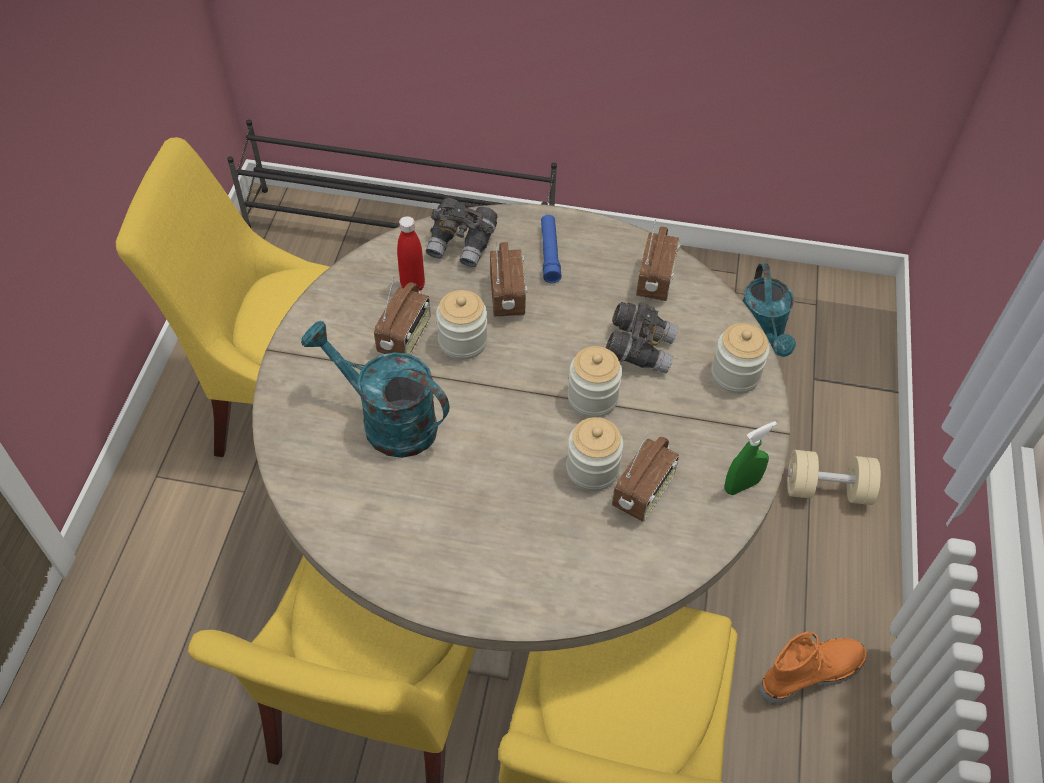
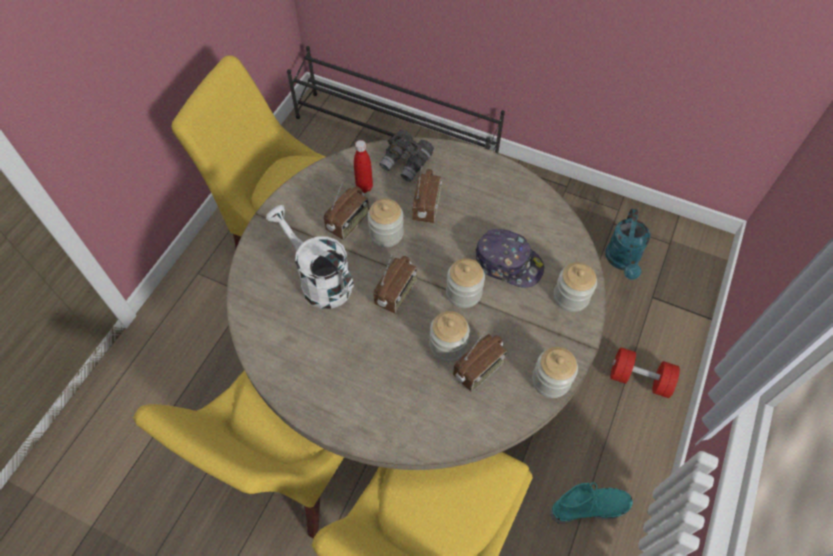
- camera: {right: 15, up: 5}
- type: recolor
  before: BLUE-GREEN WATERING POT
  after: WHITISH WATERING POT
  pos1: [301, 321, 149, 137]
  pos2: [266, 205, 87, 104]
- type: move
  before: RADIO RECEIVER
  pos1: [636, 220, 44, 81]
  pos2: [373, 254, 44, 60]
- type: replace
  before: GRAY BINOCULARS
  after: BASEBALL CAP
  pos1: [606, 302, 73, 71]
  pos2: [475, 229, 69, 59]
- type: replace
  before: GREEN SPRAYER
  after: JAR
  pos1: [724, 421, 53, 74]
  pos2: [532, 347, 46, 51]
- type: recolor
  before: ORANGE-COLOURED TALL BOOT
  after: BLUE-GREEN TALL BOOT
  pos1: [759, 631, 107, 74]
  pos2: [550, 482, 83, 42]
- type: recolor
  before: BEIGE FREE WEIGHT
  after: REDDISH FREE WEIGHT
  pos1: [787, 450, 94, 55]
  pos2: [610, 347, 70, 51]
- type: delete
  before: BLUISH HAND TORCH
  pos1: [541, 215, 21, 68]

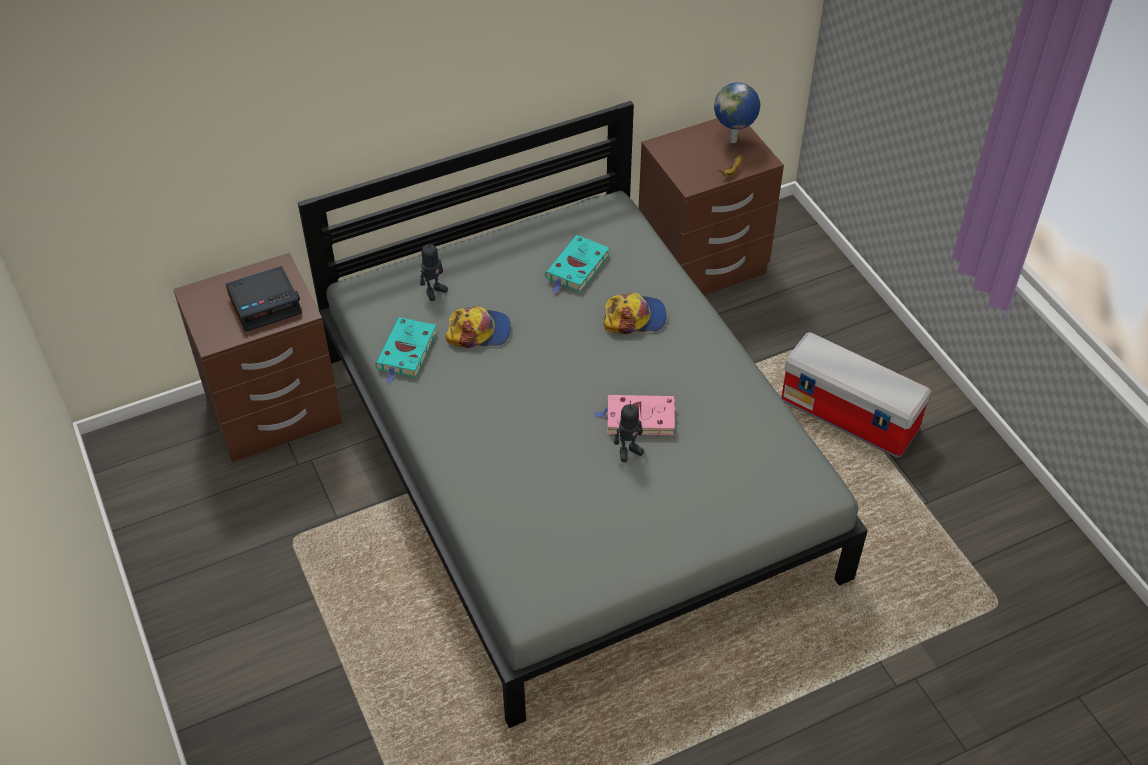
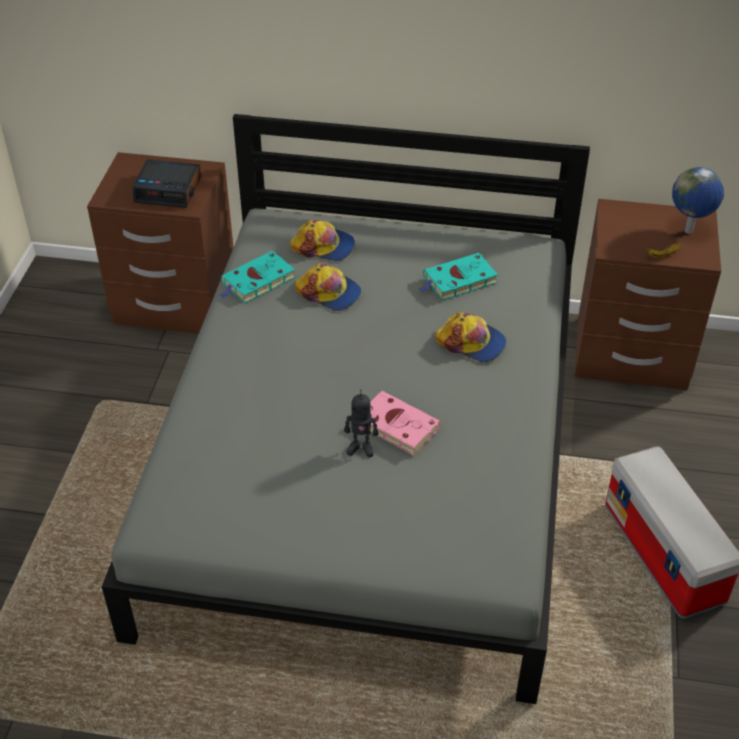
- camera: {right: 35, up: -5}
- type: replace
  before: ROBOT FIGURE
  after: BASEBALL CAP
  pos1: [420, 240, 28, 61]
  pos2: [290, 220, 65, 41]

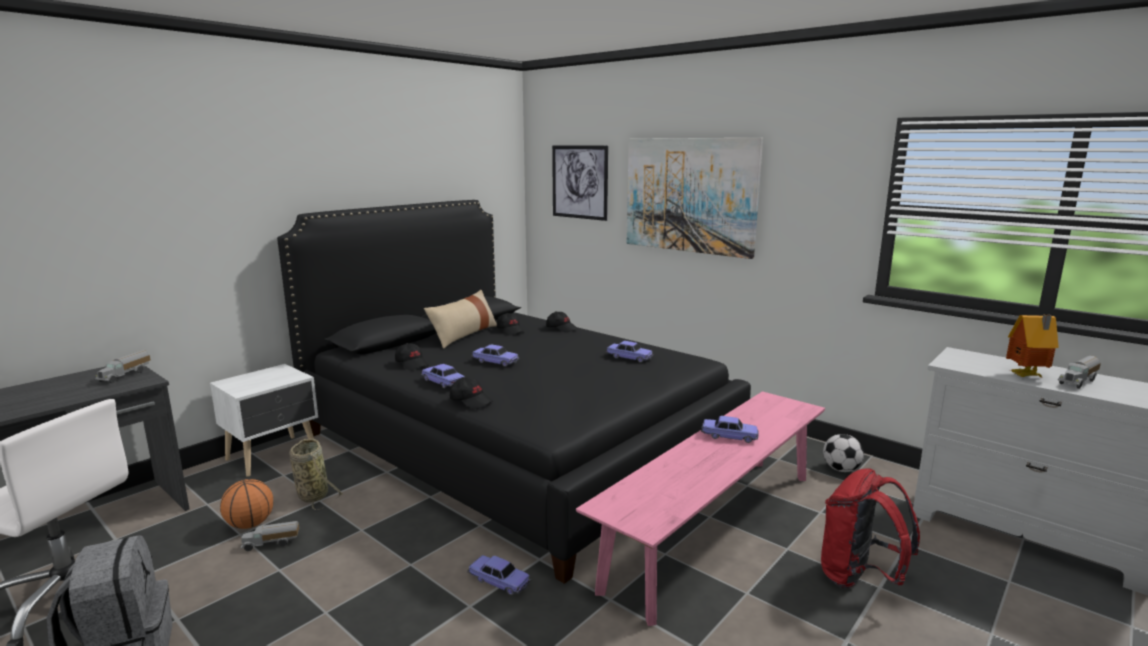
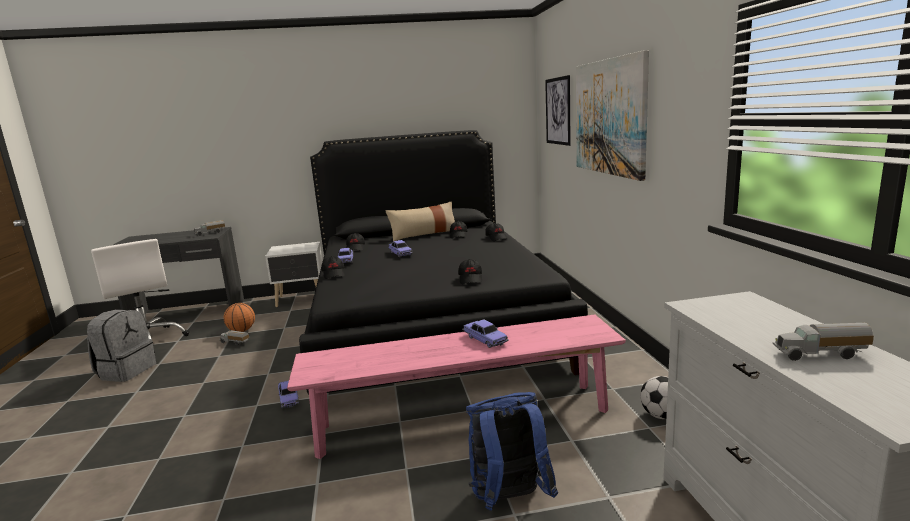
- camera: {right: 40, up: 0}
- type: insert
  after: BLACK BASEBALL CAP
  pos2: [458, 259, 24, 25]
- type: recolor
  before: REDDISH KNAPSACK
  after: BLUISH KNAPSACK
  pos1: [821, 468, 99, 120]
  pos2: [466, 392, 92, 119]
- type: delete
  before: HOUSEHOLD BASKET
  pos1: [289, 439, 54, 71]
- type: delete
  before: TOY CAR
  pos1: [605, 341, 48, 22]
- type: delete
  before: MINIATURE HOUSE
  pos1: [1006, 314, 53, 63]

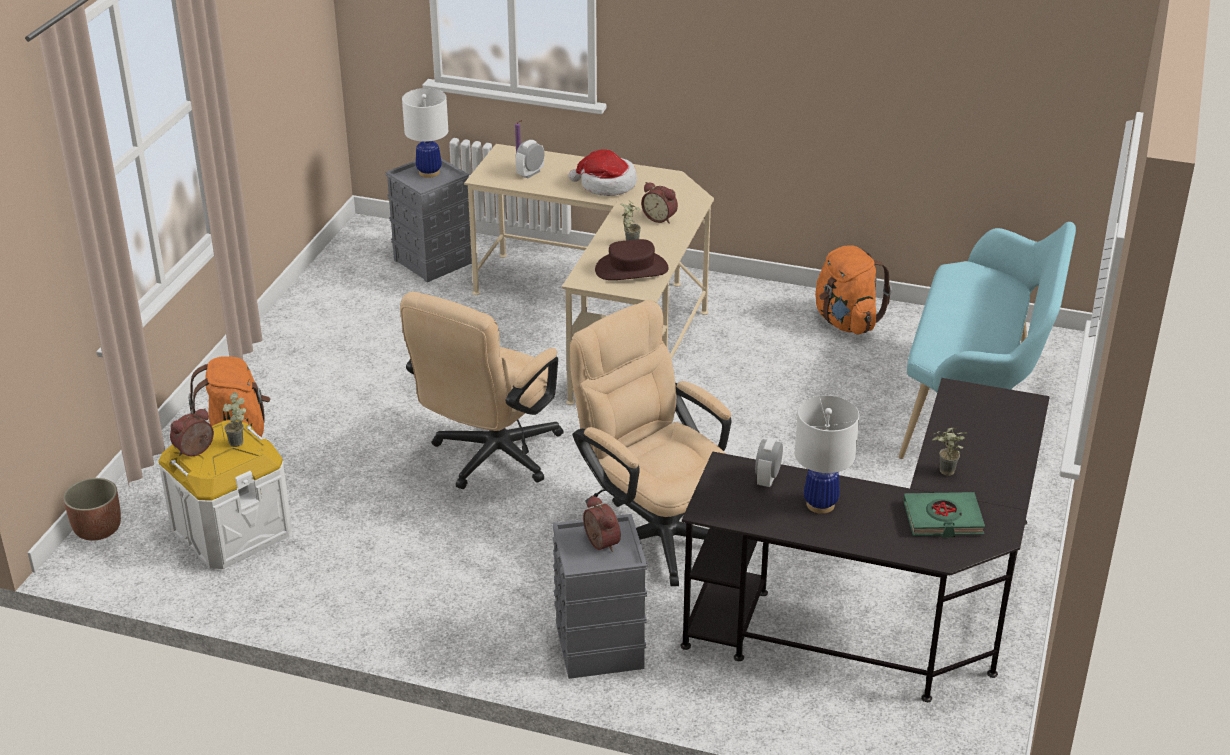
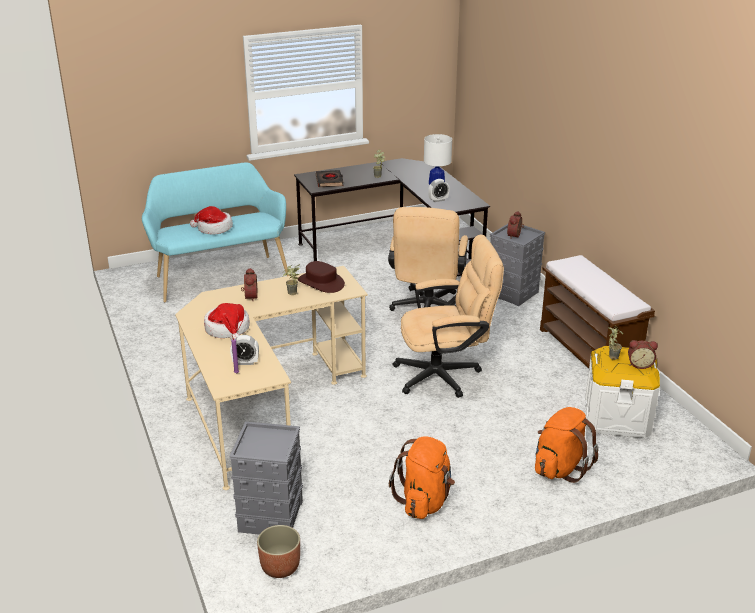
- camera: {right: -130, up: -5}
- type: insert
  after: HAT
  pos2: [190, 206, 43, 28]
- type: move
  before: PLANTER
  pos1: [63, 478, 58, 63]
  pos2: [257, 525, 43, 53]
- type: insert
  after: BLACK BOUND BOOK
  pos2: [316, 170, 27, 17]
- type: move
  before: ORANGE-COLOURED KNAPSACK
  pos1: [815, 245, 77, 90]
  pos2: [389, 436, 66, 83]
- type: insert
  after: BROWN-COLOURED LONG SEAT
  pos2: [540, 255, 115, 113]
- type: delete
  before: WHITISH LAMP FOR A TABLE
  pos1: [402, 88, 46, 90]
- type: delete
  before: GREEN BOUND BOOK
  pos1: [903, 492, 82, 45]

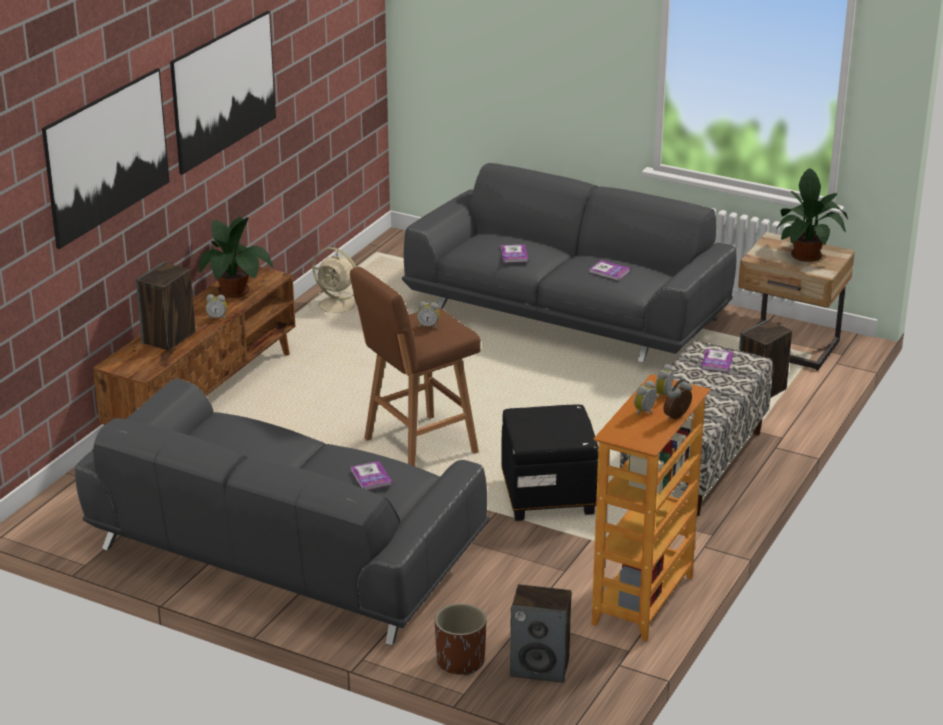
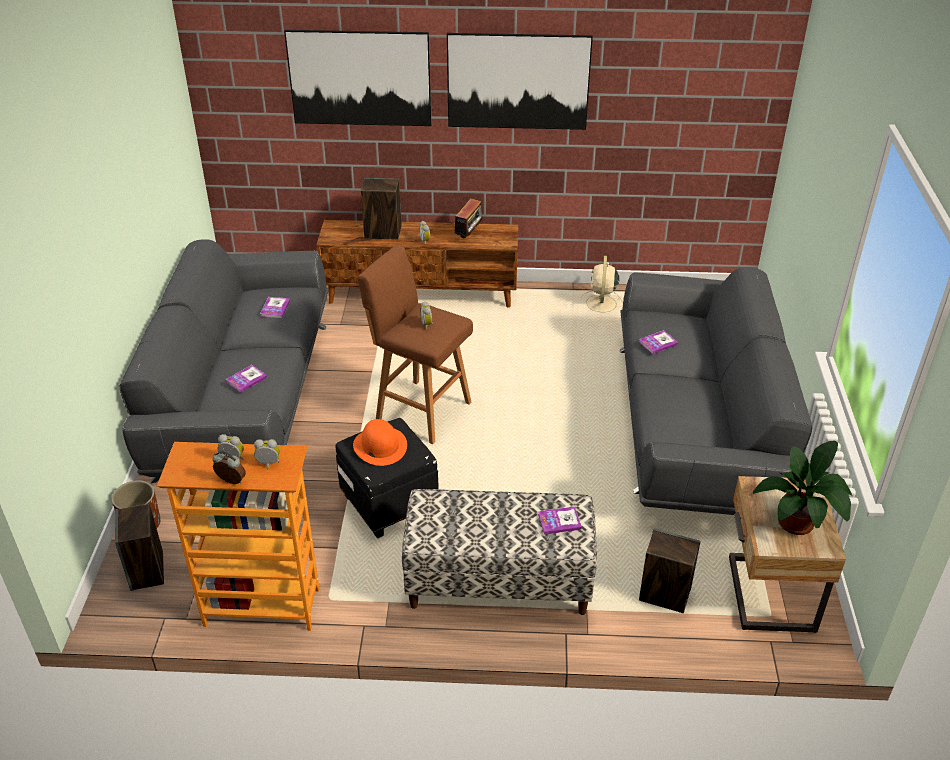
- camera: {right: 65, up: 10}
- type: move
  before: BOUND BOOK
  pos1: [589, 260, 41, 20]
  pos2: [260, 297, 30, 21]
- type: insert
  after: ORANGE-COLOURED HAT
  pos2: [353, 419, 54, 47]
- type: replace
  before: HOUSEPLANT
  after: RADIO RECEIVER
  pos1: [199, 217, 74, 81]
  pos2: [455, 198, 28, 40]

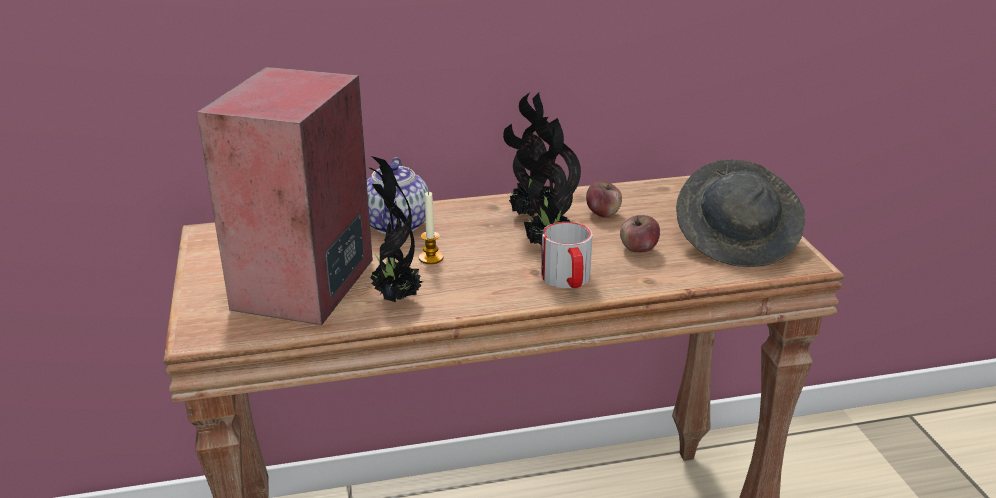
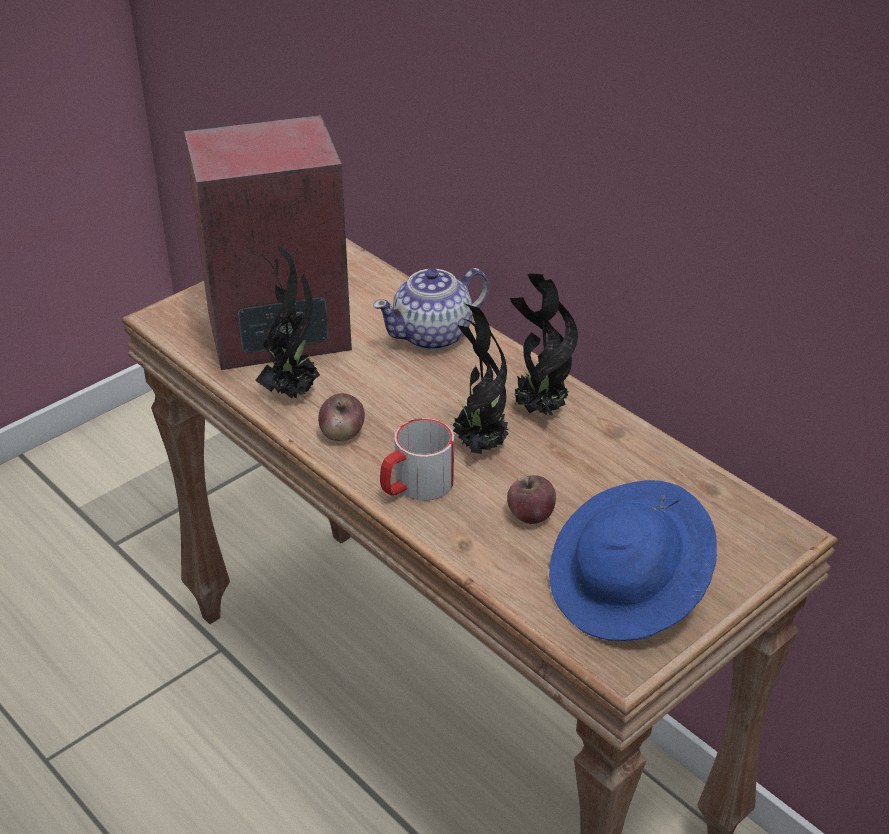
- camera: {right: 60, up: 10}
- type: move
  before: APPLE
  pos1: [586, 181, 36, 37]
  pos2: [318, 393, 47, 48]
- type: recolor
  before: GRAY HAT
  after: BLUISH HAT
  pos1: [676, 159, 129, 108]
  pos2: [549, 480, 168, 161]
- type: delete
  before: WAX LIGHT
  pos1: [419, 191, 25, 73]

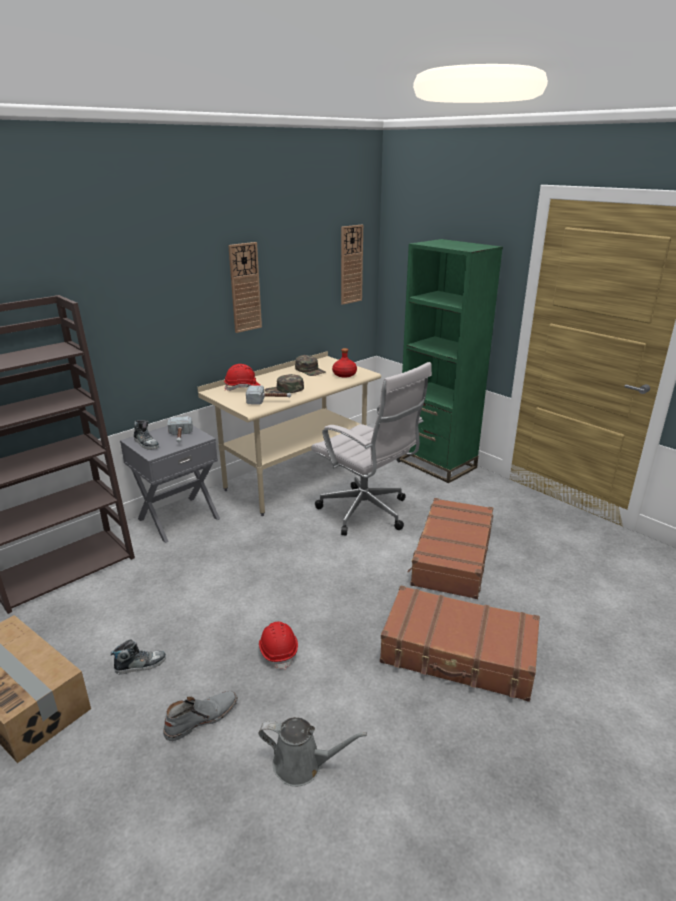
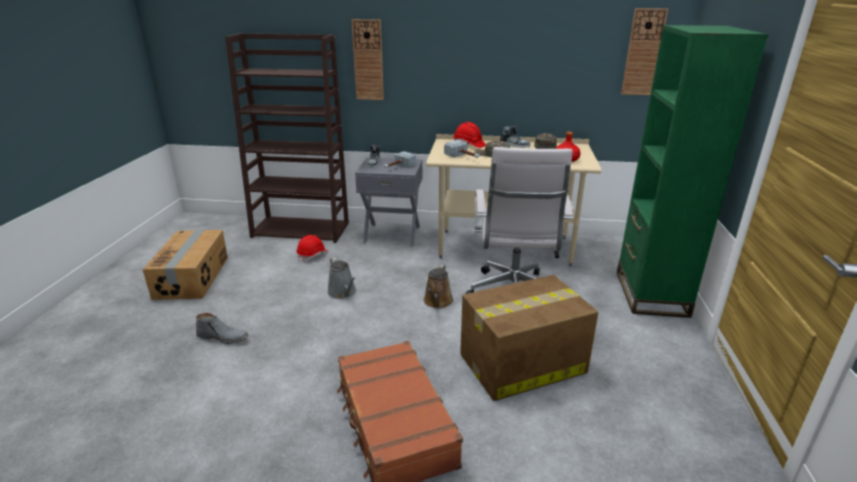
- camera: {right: 50, up: 0}
- type: move
  before: REDDISH WORK HELMET
  pos1: [259, 622, 39, 48]
  pos2: [296, 235, 32, 27]
- type: move
  before: GRAY WATERING POT
  pos1: [259, 717, 108, 70]
  pos2: [327, 257, 29, 42]
- type: move
  before: WALL CLOCK
  pos1: [228, 242, 34, 91]
  pos2: [352, 19, 32, 81]
- type: insert
  after: BROWN-COLOURED WATERING POT
  pos2: [423, 264, 30, 44]
- type: replace
  before: BROWN-COLOURED SUITCASE
  after: CARTON
  pos1: [408, 498, 85, 101]
  pos2: [460, 275, 138, 126]
- type: move
  before: SHOE
  pos1: [111, 639, 55, 36]
  pos2: [500, 126, 30, 22]

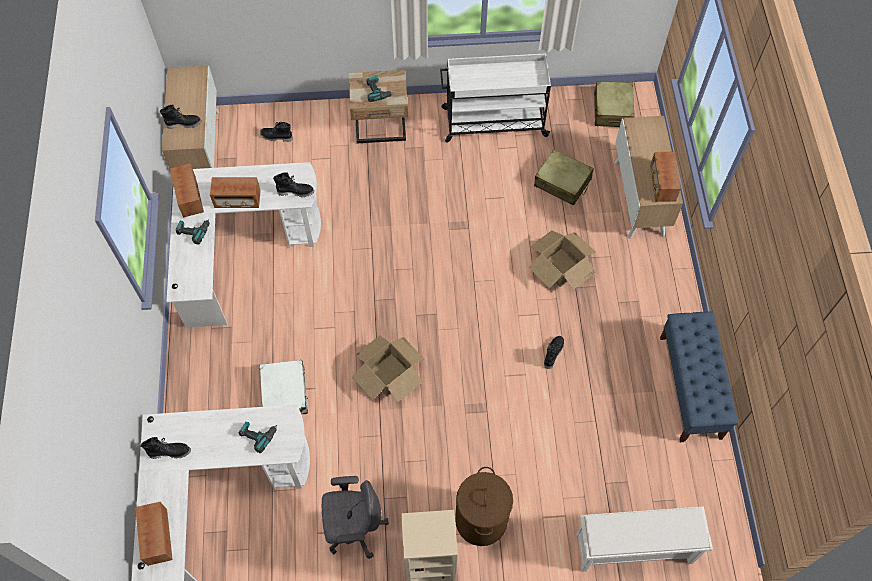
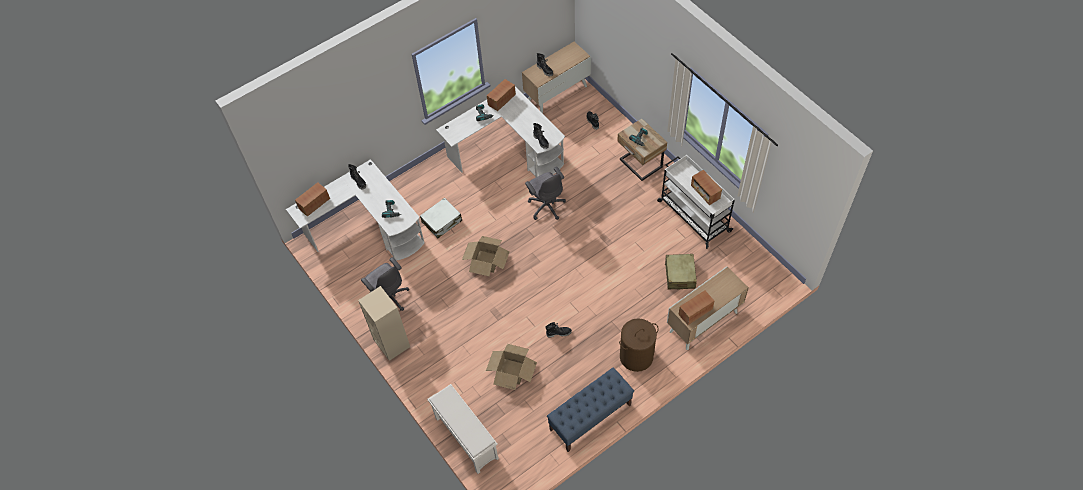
- camera: {right: 60, up: -5}
- type: move
  before: CARTON
  pos1: [528, 230, 68, 60]
  pos2: [486, 344, 51, 46]
- type: insert
  after: GRAY OFFICE CHAIR
  pos2: [525, 167, 41, 53]
- type: move
  before: BROWN-COLOURED LAUNDRY BASKET
  pos1: [455, 467, 58, 79]
  pos2: [619, 318, 40, 54]
- type: move
  before: RADIO RECEIVER
  pos1: [210, 177, 51, 31]
  pos2: [691, 170, 31, 35]
- type: delete
  before: BEIGE SUITCASE
  pos1: [594, 81, 41, 46]

